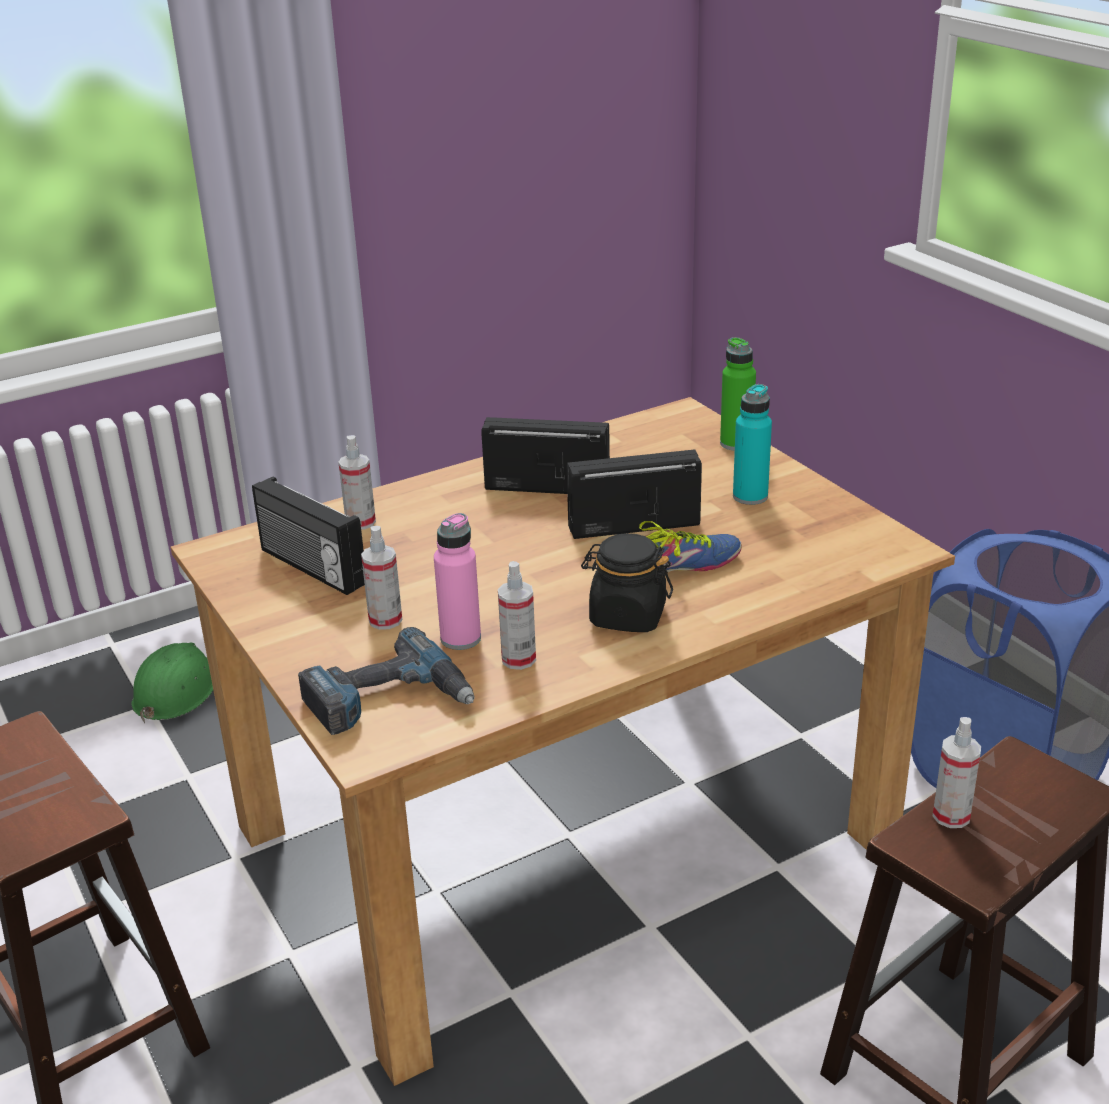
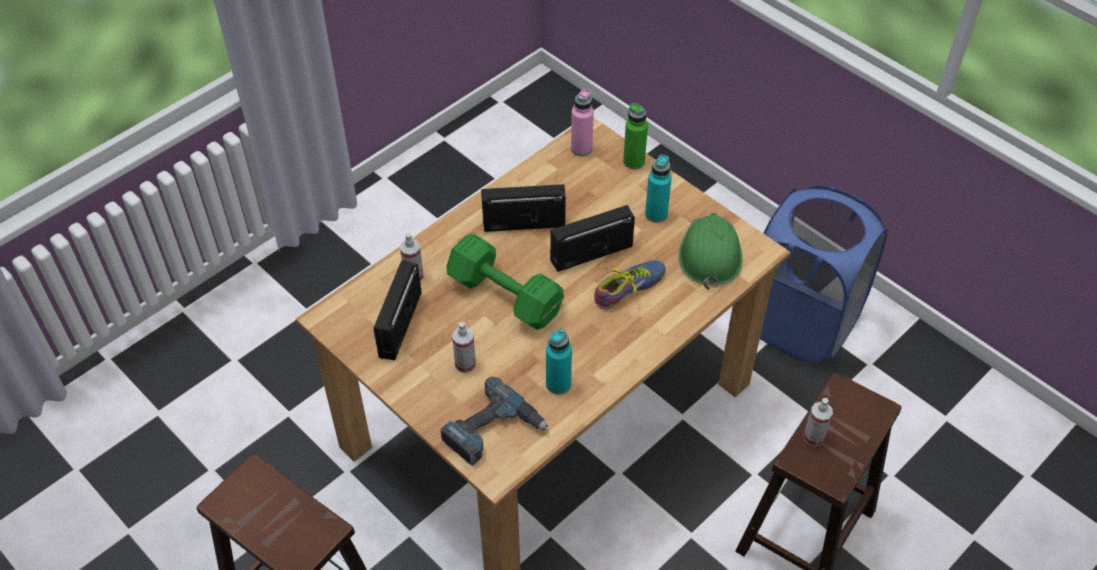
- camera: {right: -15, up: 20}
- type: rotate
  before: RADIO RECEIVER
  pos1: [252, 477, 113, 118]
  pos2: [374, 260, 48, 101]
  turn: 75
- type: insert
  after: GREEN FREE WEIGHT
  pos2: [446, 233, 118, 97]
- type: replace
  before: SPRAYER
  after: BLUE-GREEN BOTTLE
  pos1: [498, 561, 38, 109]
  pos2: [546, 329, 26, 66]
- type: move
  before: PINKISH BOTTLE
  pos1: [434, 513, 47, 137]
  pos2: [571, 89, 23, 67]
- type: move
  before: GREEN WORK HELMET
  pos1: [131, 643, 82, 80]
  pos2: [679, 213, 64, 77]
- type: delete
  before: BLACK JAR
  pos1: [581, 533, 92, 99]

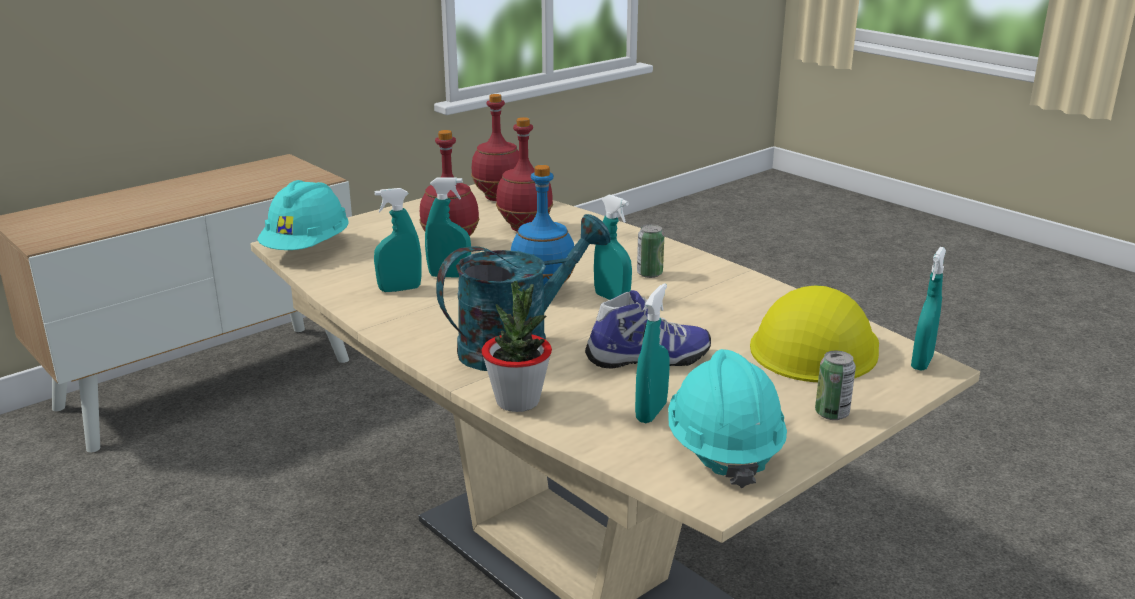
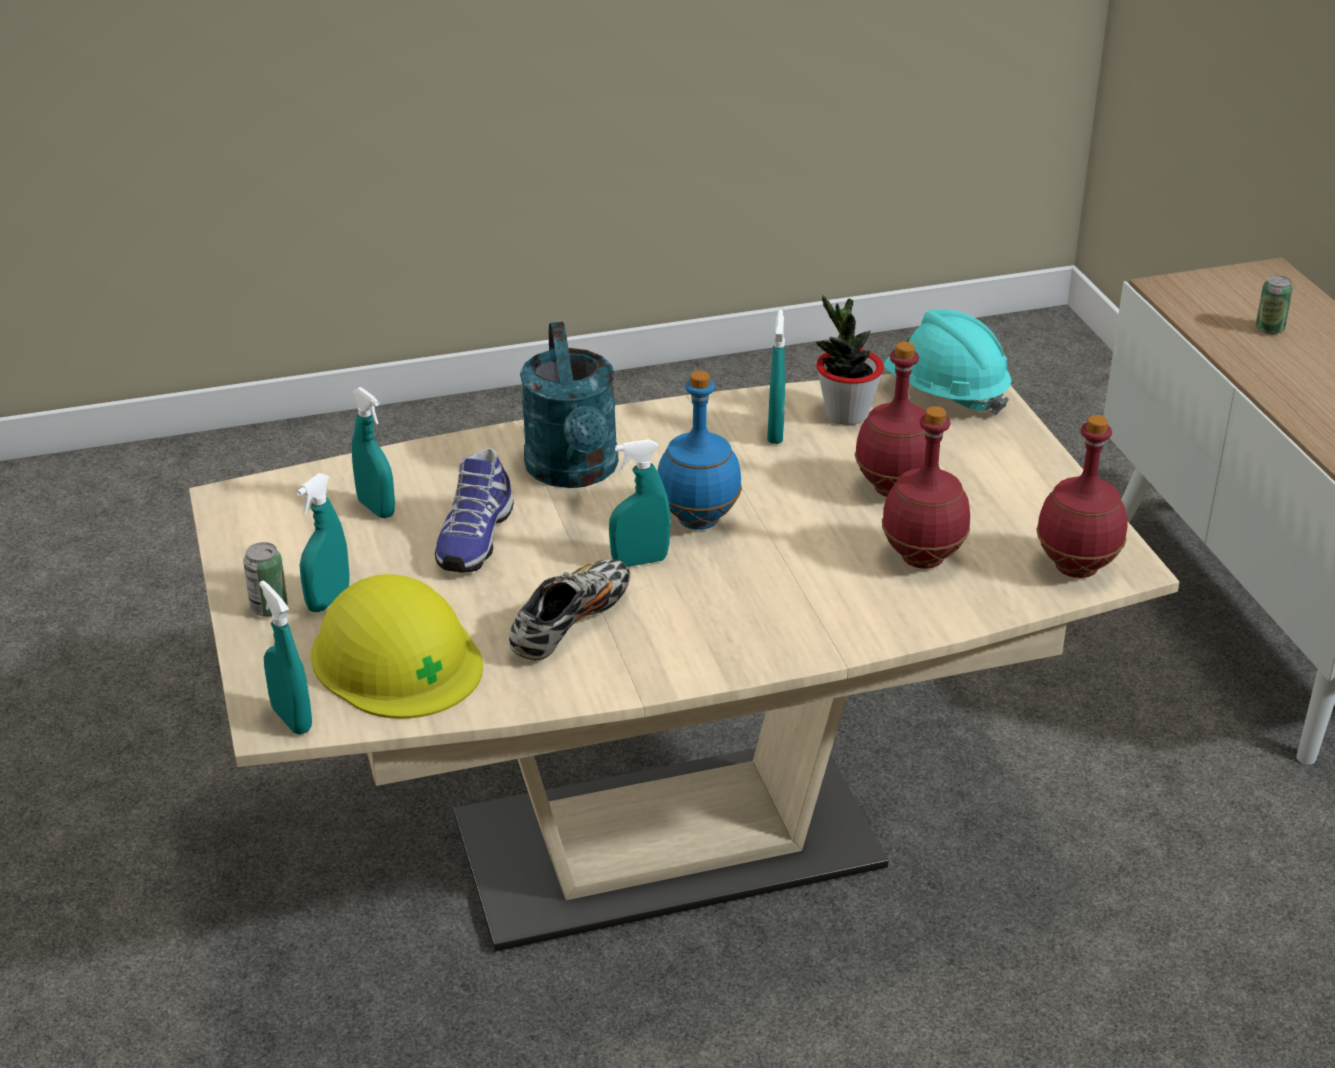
- camera: {right: 115, up: 10}
- type: move
  before: BLUE-GREEN SPRAYER
  pos1: [425, 177, 46, 101]
  pos2: [296, 473, 54, 139]
- type: insert
  after: SHOE
  pos2: [509, 559, 122, 102]
- type: move
  before: HOUSEPLANT
  pos1: [482, 280, 70, 132]
  pos2: [816, 295, 68, 130]
- type: move
  before: METAL CAN
  pos1: [637, 224, 27, 54]
  pos2: [1256, 275, 37, 59]
- type: delete
  before: BLUE-GREEN WORK HELMET
  pos1: [668, 349, 119, 139]

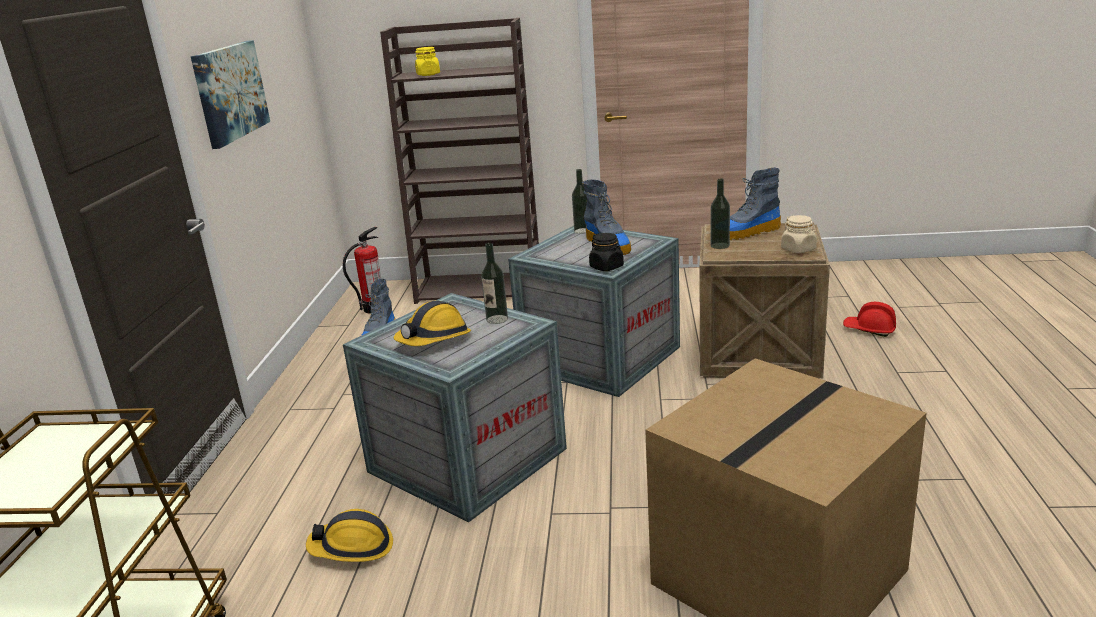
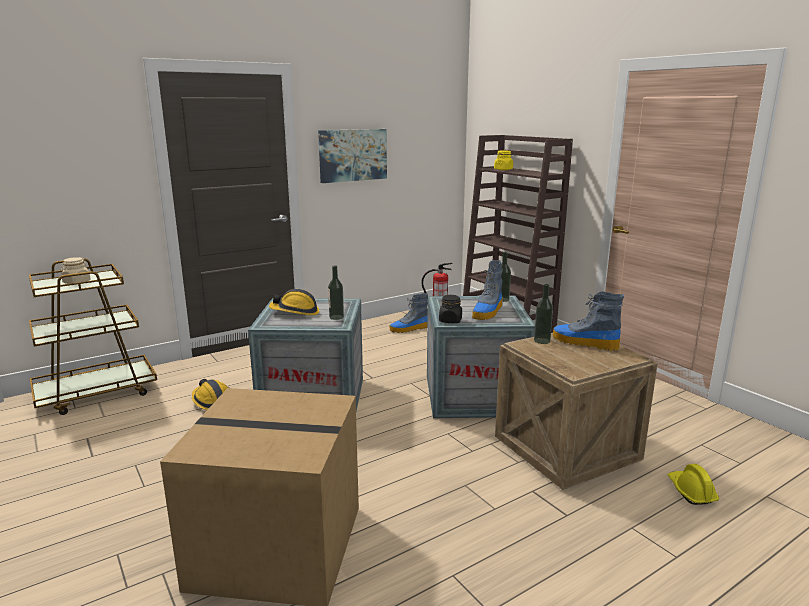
- camera: {right: 50, up: -5}
- type: move
  before: BEIGE JAR
  pos1: [781, 215, 36, 38]
  pos2: [60, 257, 31, 27]
- type: recolor
  before: REDDISH WORK HELMET
  after: YELLOW-COLOURED WORK HELMET
  pos1: [843, 302, 53, 35]
  pos2: [668, 464, 51, 41]

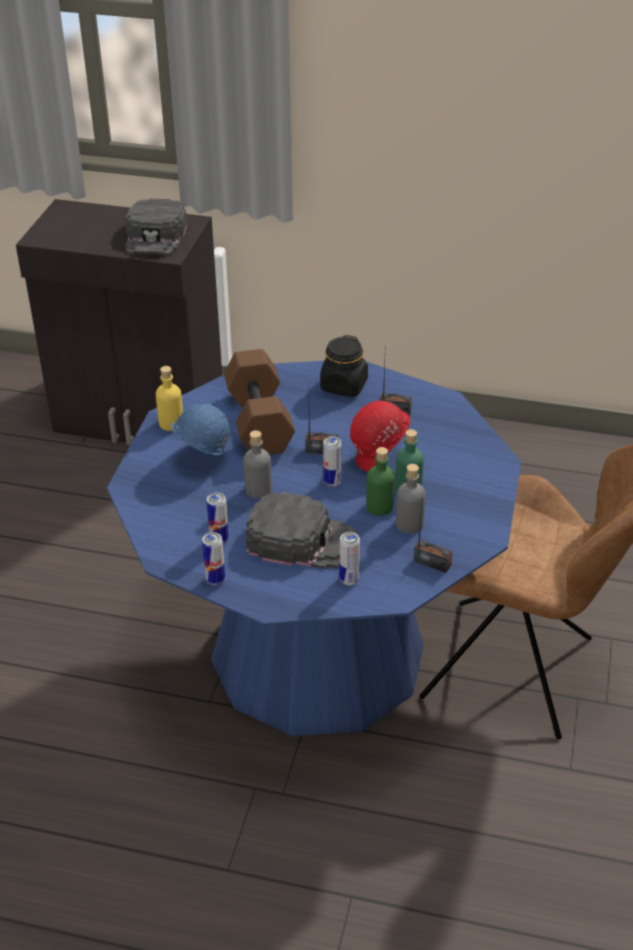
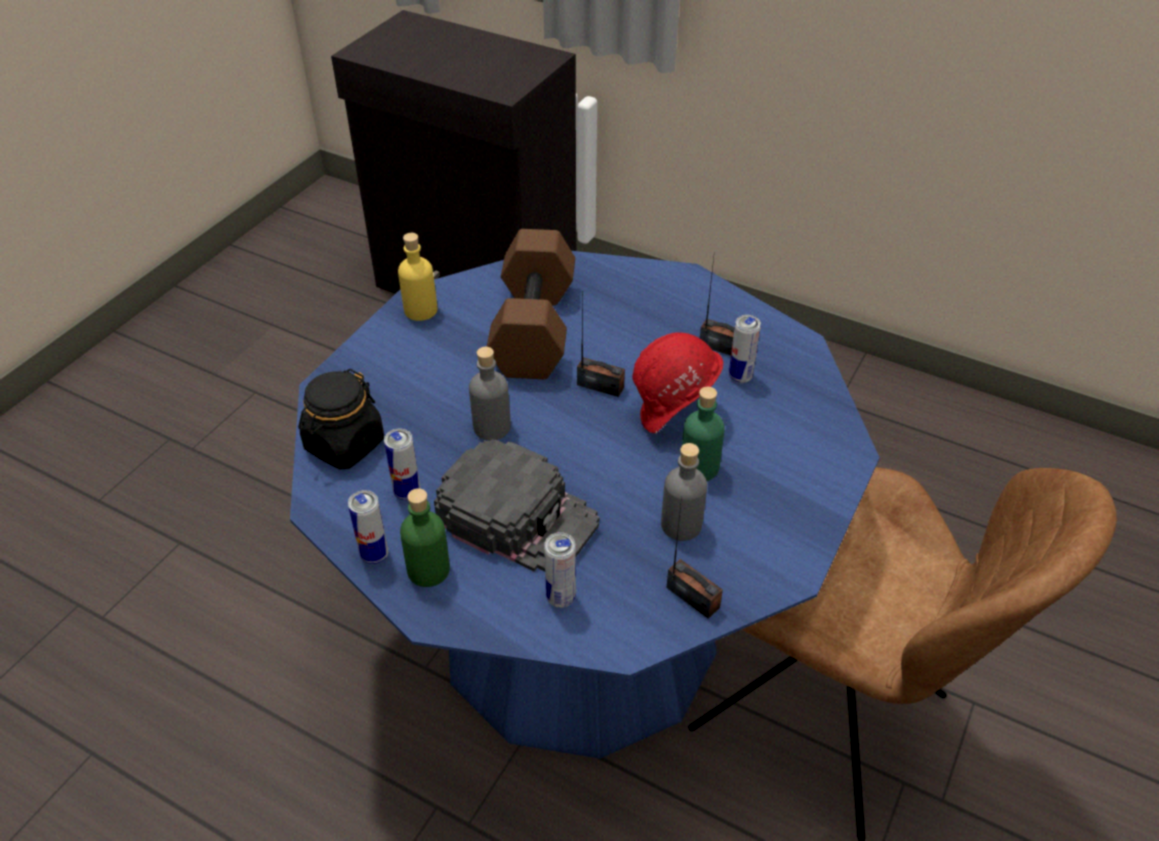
- camera: {right: 15, up: 5}
- type: move
  before: BLACK JAR
  pos1: [320, 335, 48, 62]
  pos2: [298, 369, 86, 101]
- type: move
  before: GREEN BOTTLE
  pos1: [366, 447, 29, 69]
  pos2: [400, 488, 50, 99]
- type: move
  before: METAL CAN
  pos1: [323, 436, 19, 51]
  pos2: [729, 315, 32, 68]
- type: delete
  before: BLACK BASEBALL CAP
  pos1: [125, 199, 62, 57]
- type: delete
  before: BLUISH WORK HELMET
  pos1: [171, 404, 59, 51]

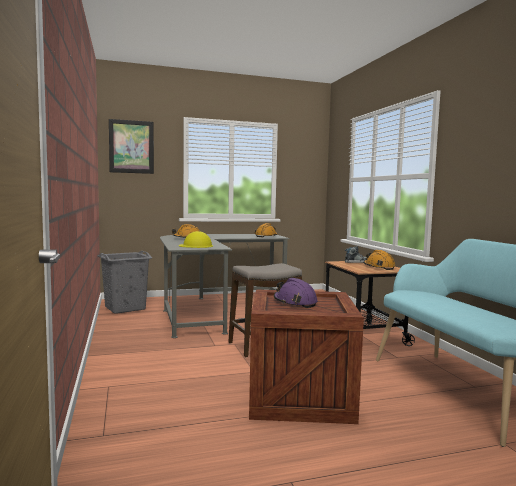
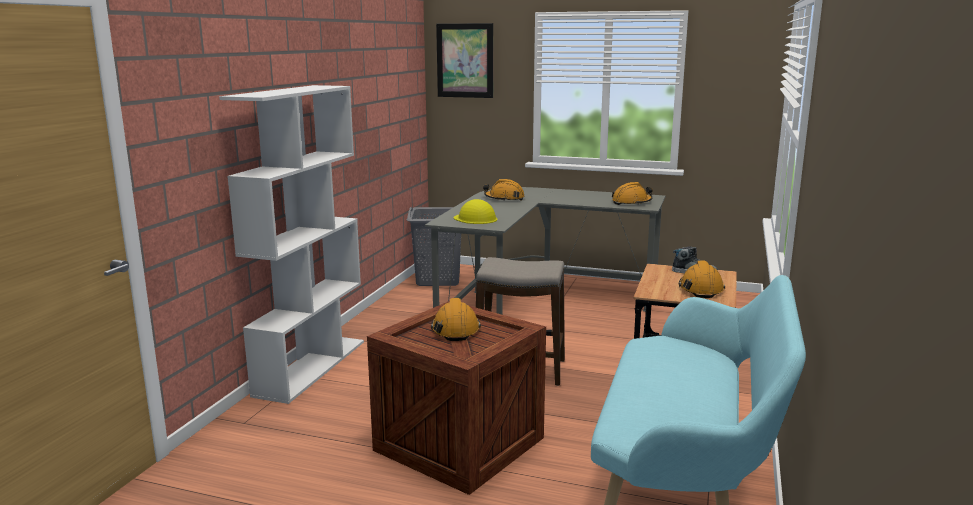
- camera: {right: 35, up: 10}
- type: insert
  after: WHITISH BOOKCASE
  pos2: [219, 85, 145, 319]
- type: recolor
  before: PURPLE WORK HELMET
  after: ORANGE-COLOURED WORK HELMET
  pos1: [274, 278, 44, 30]
  pos2: [431, 298, 50, 43]

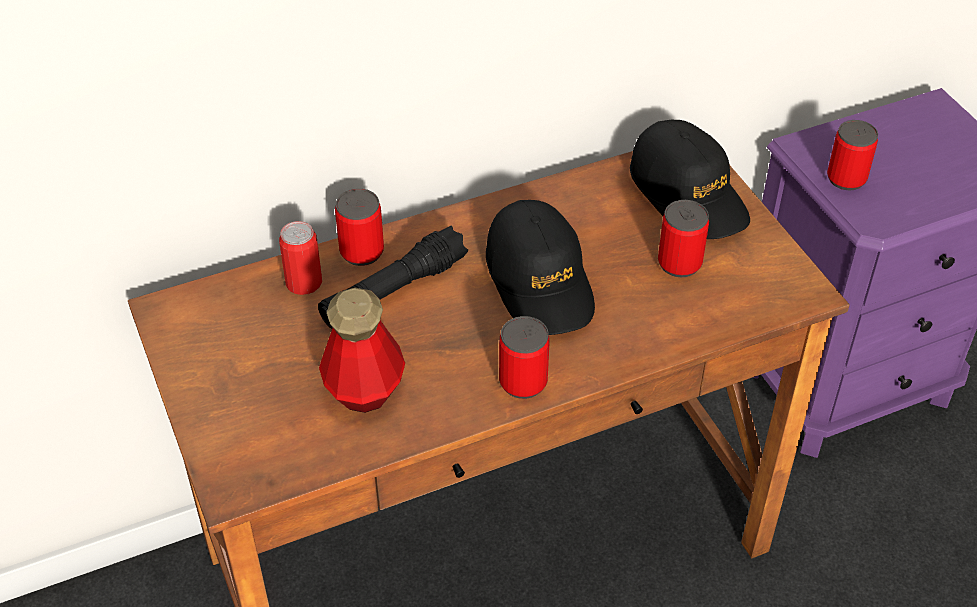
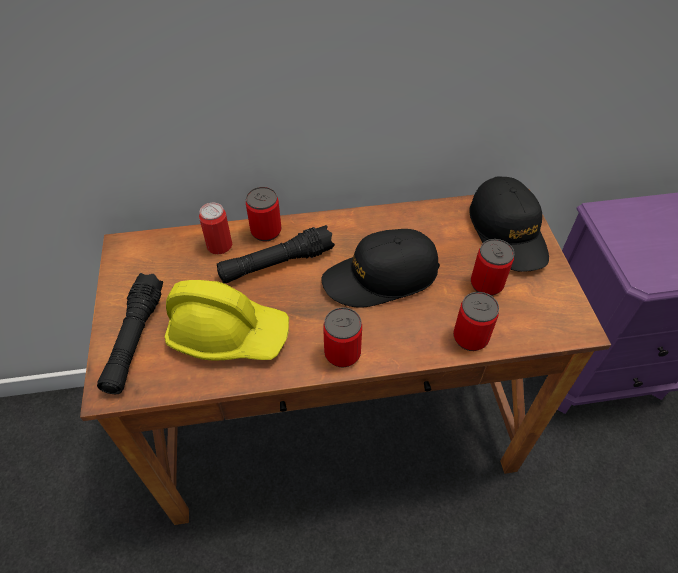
- camera: {right: 15, up: 5}
- type: insert
  after: BLACK HAND TORCH
  pos2: [97, 273, 66, 121]
- type: replace
  before: BOTTLE
  after: YELLOW-COLOURED WORK HELMET
  pos1: [319, 288, 86, 125]
  pos2: [165, 280, 124, 81]
- type: rotate
  before: BLACK BASEBALL CAP
  pos1: [486, 200, 109, 135]
  pos2: [321, 229, 119, 79]
  turn: 75
- type: move
  before: METAL CAN
  pos1: [827, 120, 51, 70]
  pos2: [453, 292, 46, 59]

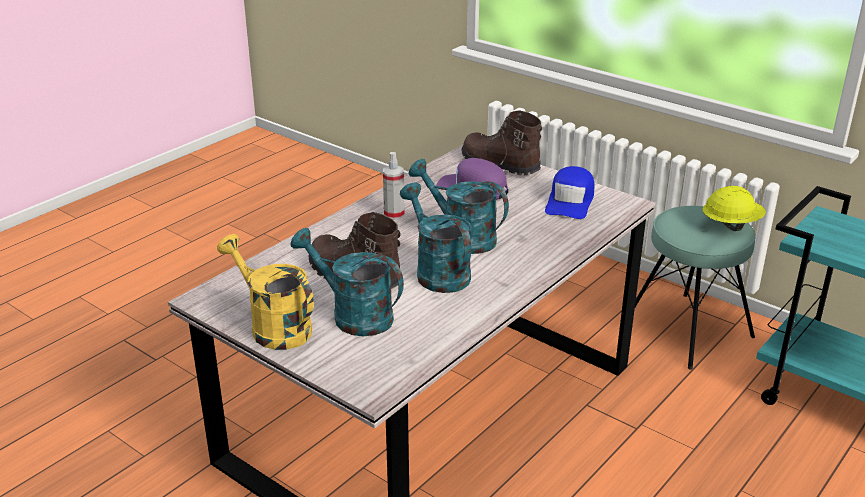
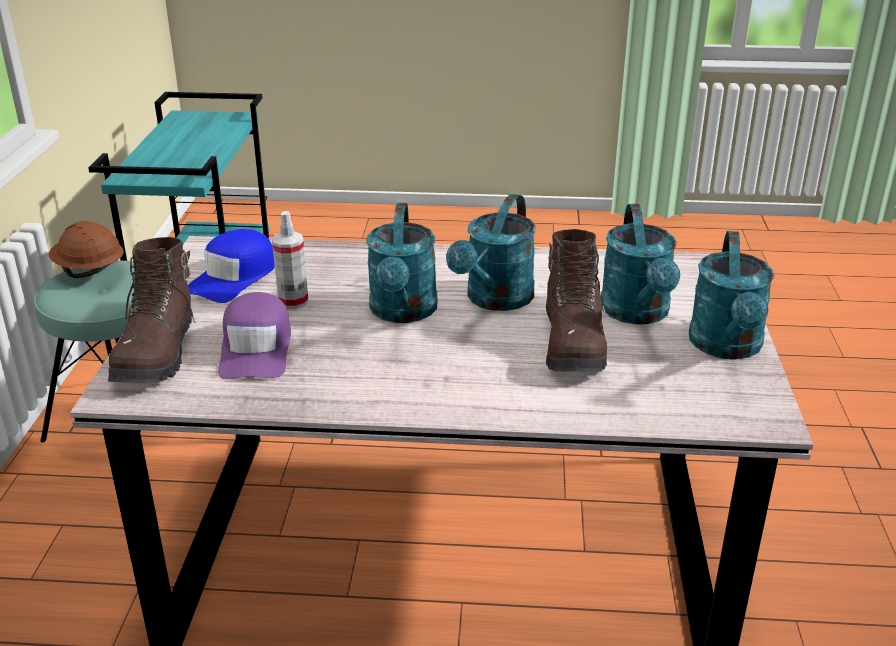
- camera: {right: -125, up: 0}
- type: recolor
  before: YELLOW-COLOURED WORK HELMET
  after: BROWN-COLOURED WORK HELMET
  pos1: [703, 186, 63, 45]
  pos2: [49, 221, 75, 57]
- type: rotate
  before: BLUISH BASEBALL CAP
  pos1: [545, 166, 49, 53]
  pos2: [188, 229, 87, 74]
  turn: 135
- type: move
  before: SPRAYER
  pos1: [383, 152, 22, 68]
  pos2: [272, 211, 37, 98]
- type: recolor
  before: YELLOW-COLOURED WATERING POT
  after: BLUE-GREEN WATERING POT
  pos1: [217, 234, 97, 116]
  pos2: [689, 231, 85, 128]

